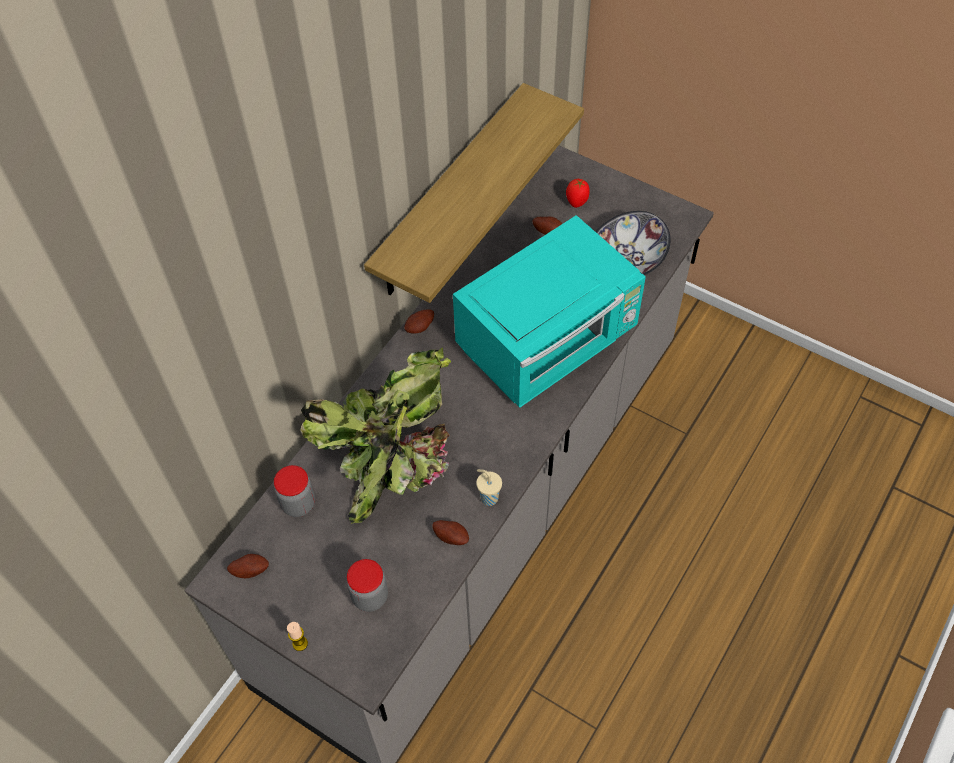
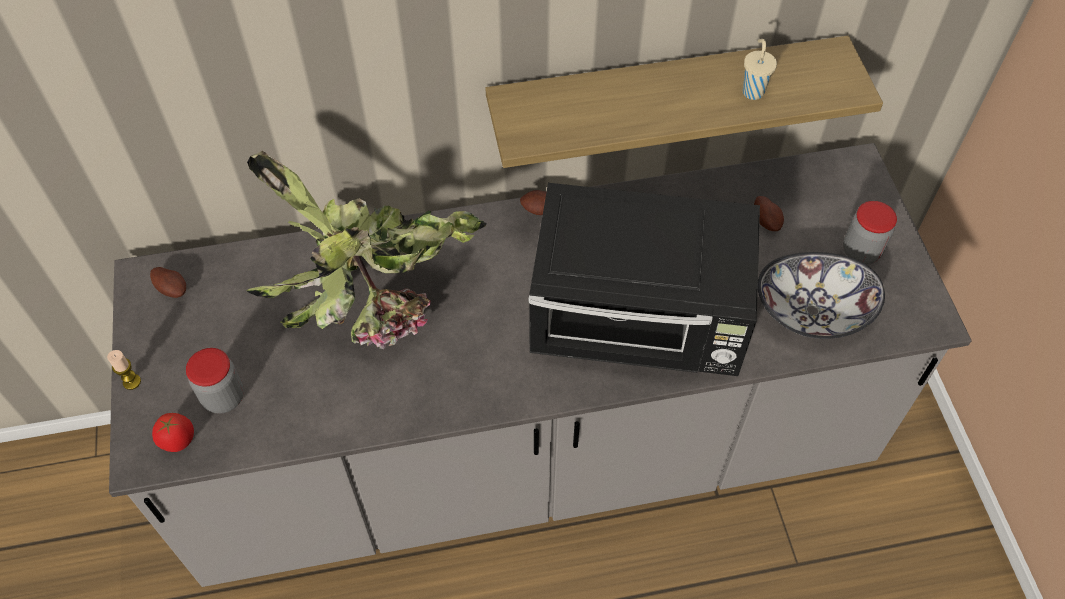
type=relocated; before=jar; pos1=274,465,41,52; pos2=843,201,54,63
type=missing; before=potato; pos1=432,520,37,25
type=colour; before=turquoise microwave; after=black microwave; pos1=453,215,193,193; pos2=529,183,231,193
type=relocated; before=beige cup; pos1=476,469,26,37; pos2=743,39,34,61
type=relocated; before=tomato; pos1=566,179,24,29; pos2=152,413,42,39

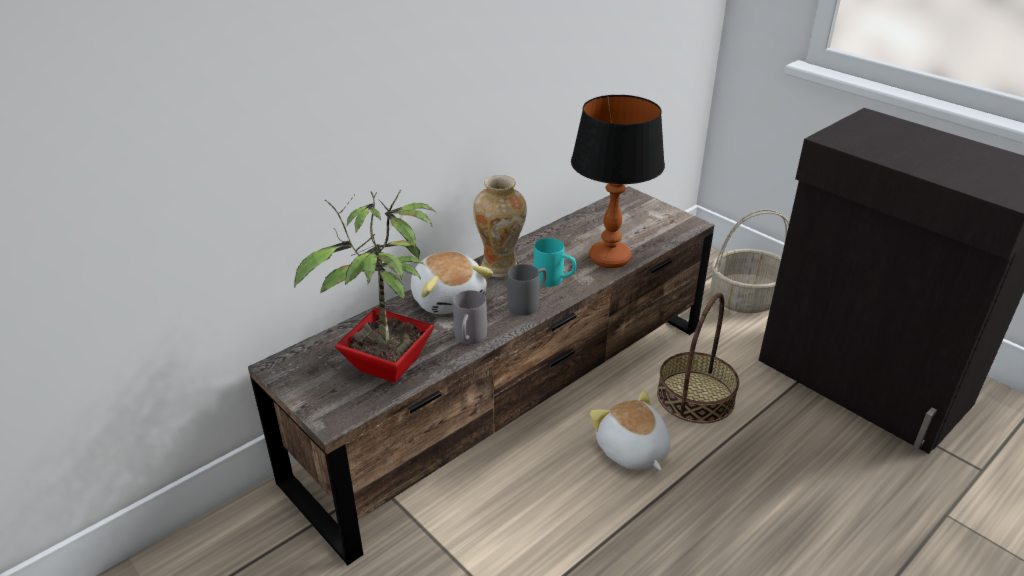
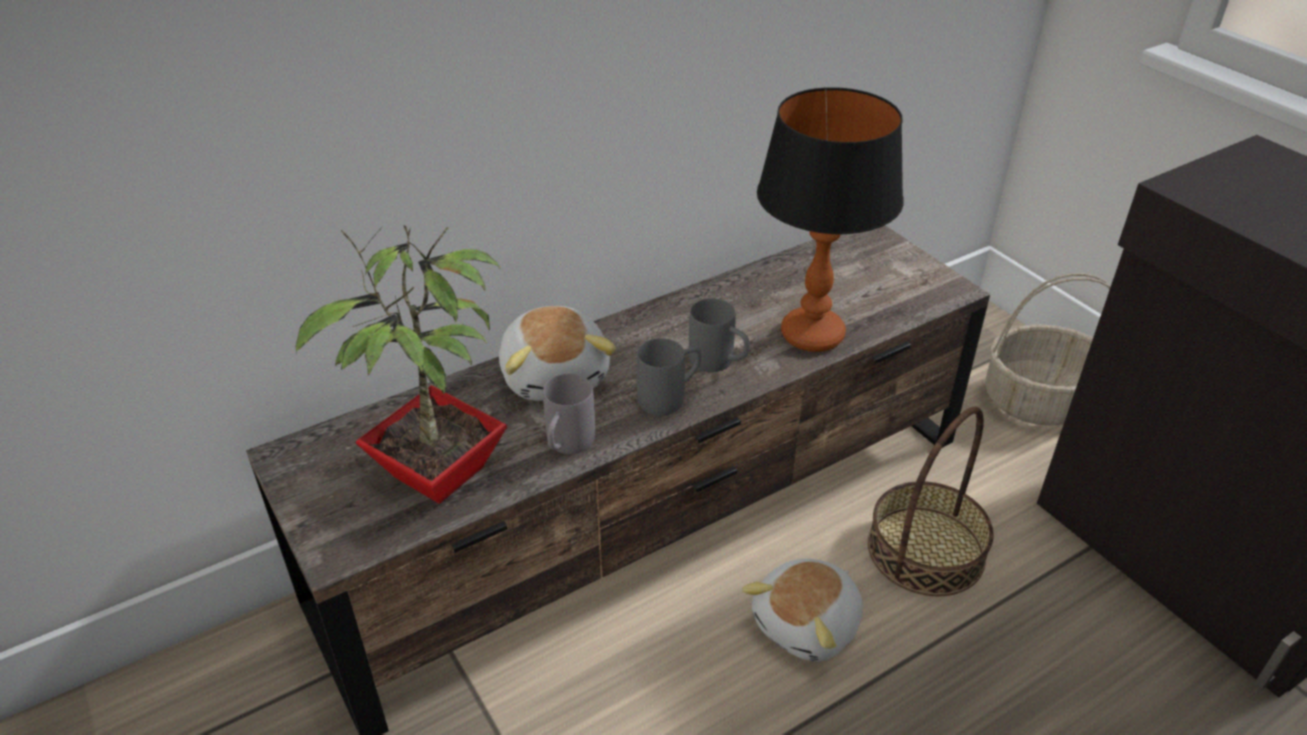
type=missing; before=vase; pos1=473,175,54,102
type=colour; before=turquoise mug; after=grey mug; pos1=534,238,42,49; pos2=689,298,61,74
type=spun; before=plush toy; pos1=590,391,80,79; pos2=742,559,121,103; turn=-120

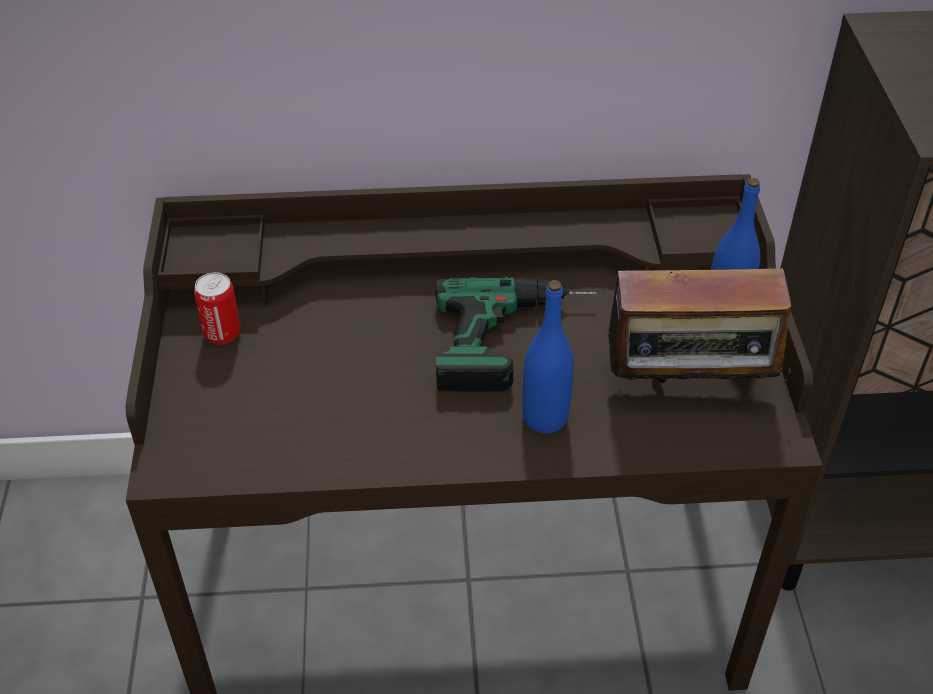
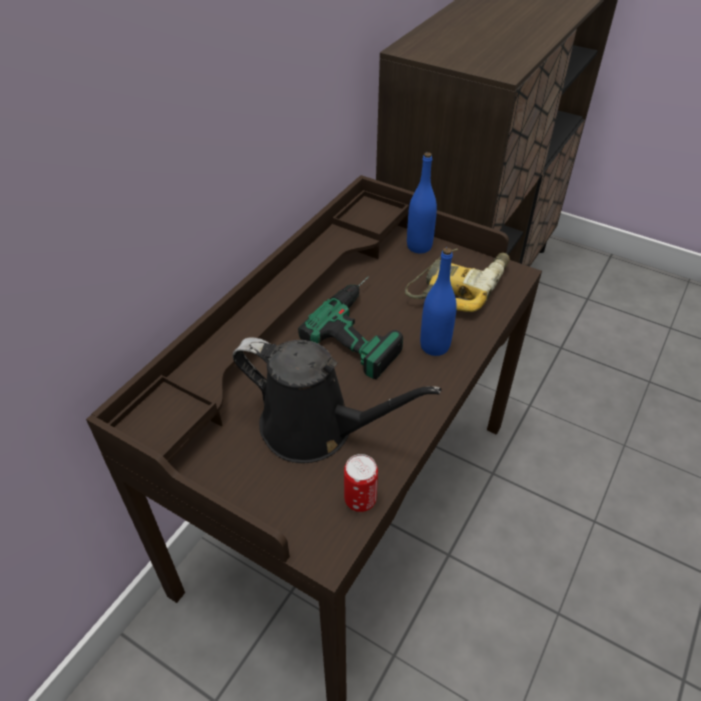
type=relocated; before=can; pos1=194,272,47,72; pos2=344,454,34,58
type=exchanged; before=radio; after=power drill; pos1=598,246,194,163; pos2=405,248,105,64
type=appeared; after=black watering can; pos2=232,337,210,126

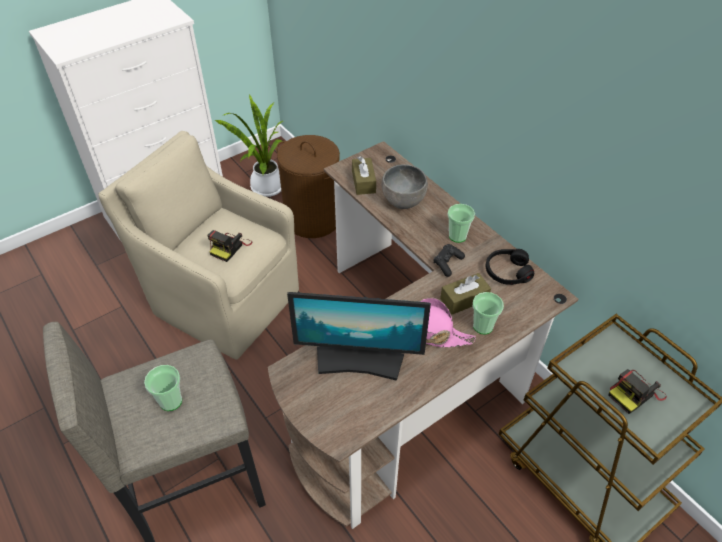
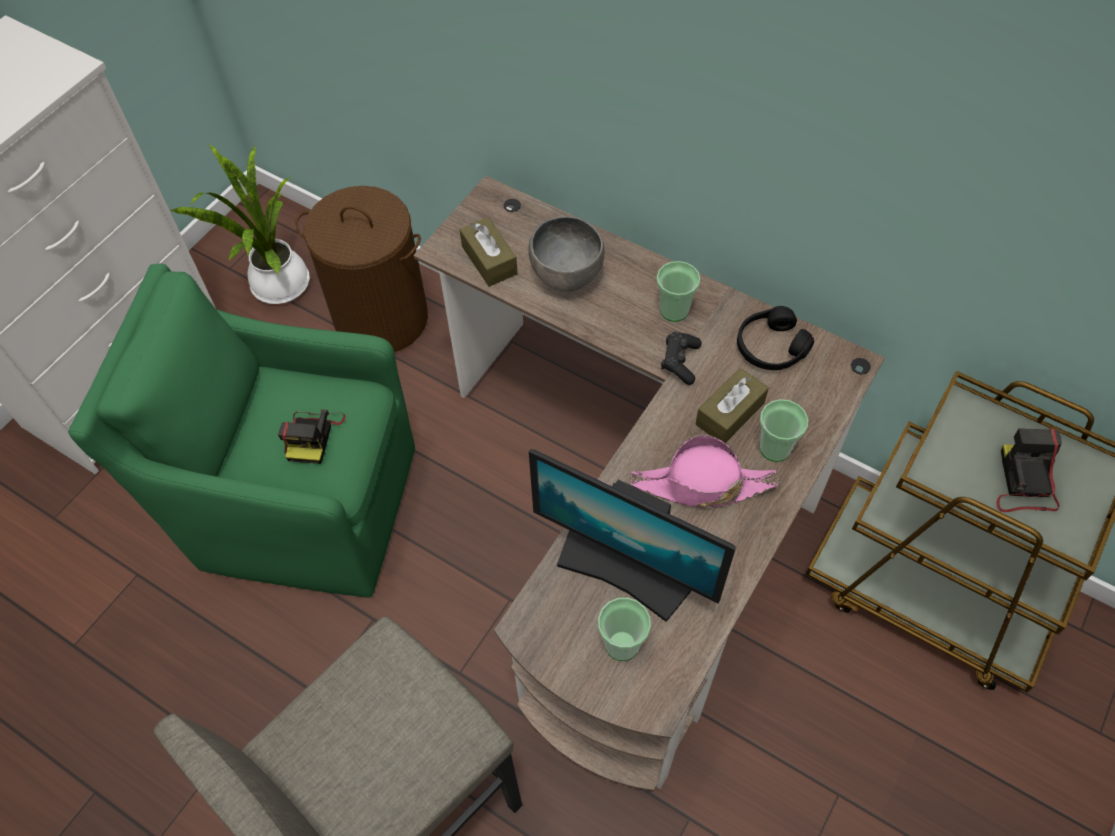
type=colour; before=beige armchair; after=green armchair; pos1=99,131,200,228; pos2=68,263,347,335
type=relocated; before=cup; pos1=144,365,38,46; pos2=598,598,53,63
type=spun; before=monitor; pos1=287,292,144,89; pos2=529,449,207,173; turn=45
type=spun; before=photo camera; pos1=608,369,59,45; pos2=997,428,65,84; turn=150

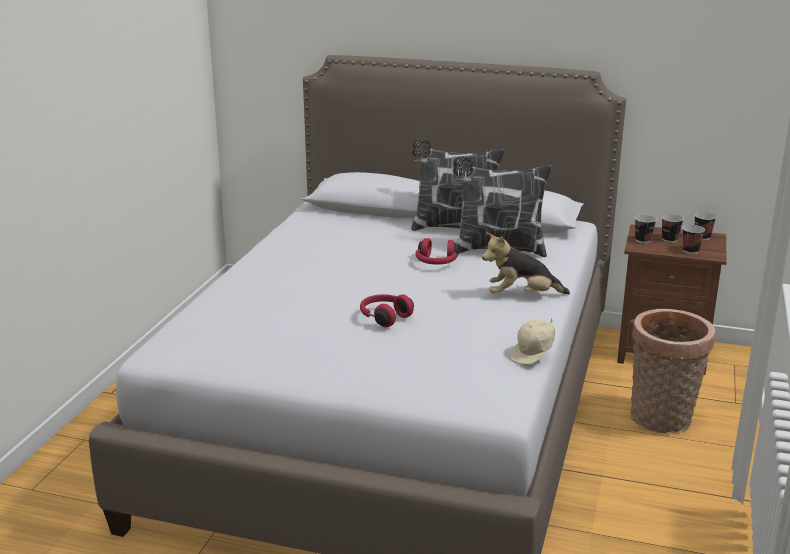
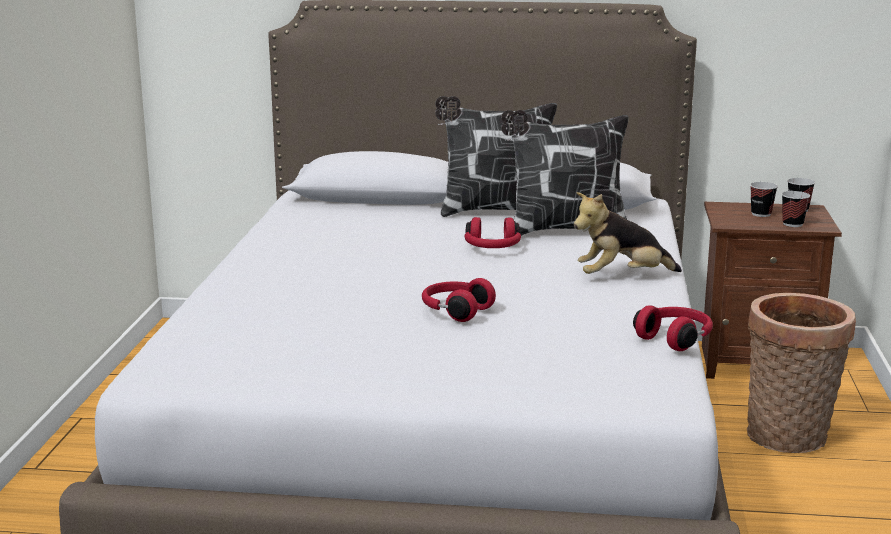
type=exchanged; before=beige cap; after=red headphones; pos1=509,318,46,47; pos2=633,305,80,46
type=missing; before=cup; pos1=635,215,22,28

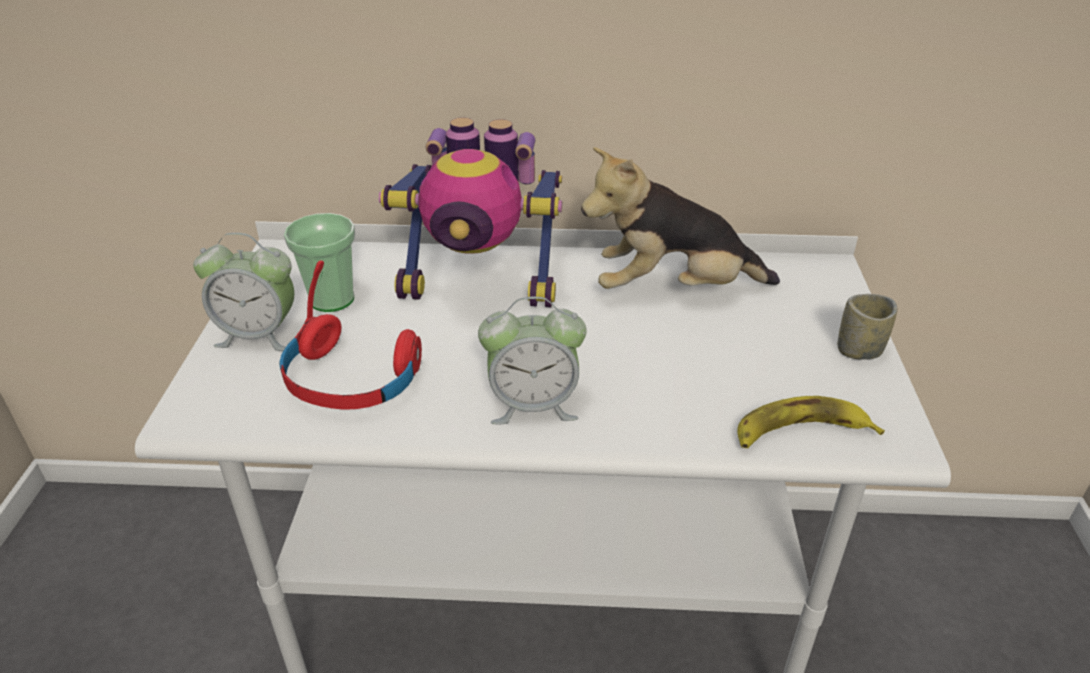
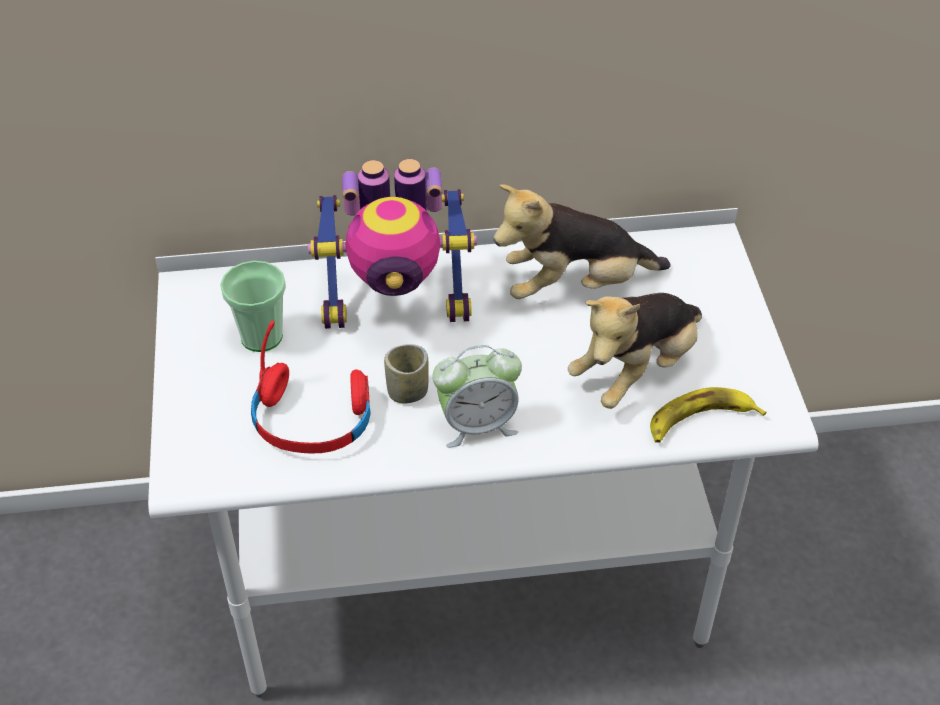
type=missing; before=alarm clock; pos1=193,233,101,118
type=relocated; before=cup; pos1=838,294,59,66; pos2=384,344,45,59
type=appeared; after=plush toy; pos2=568,293,134,116

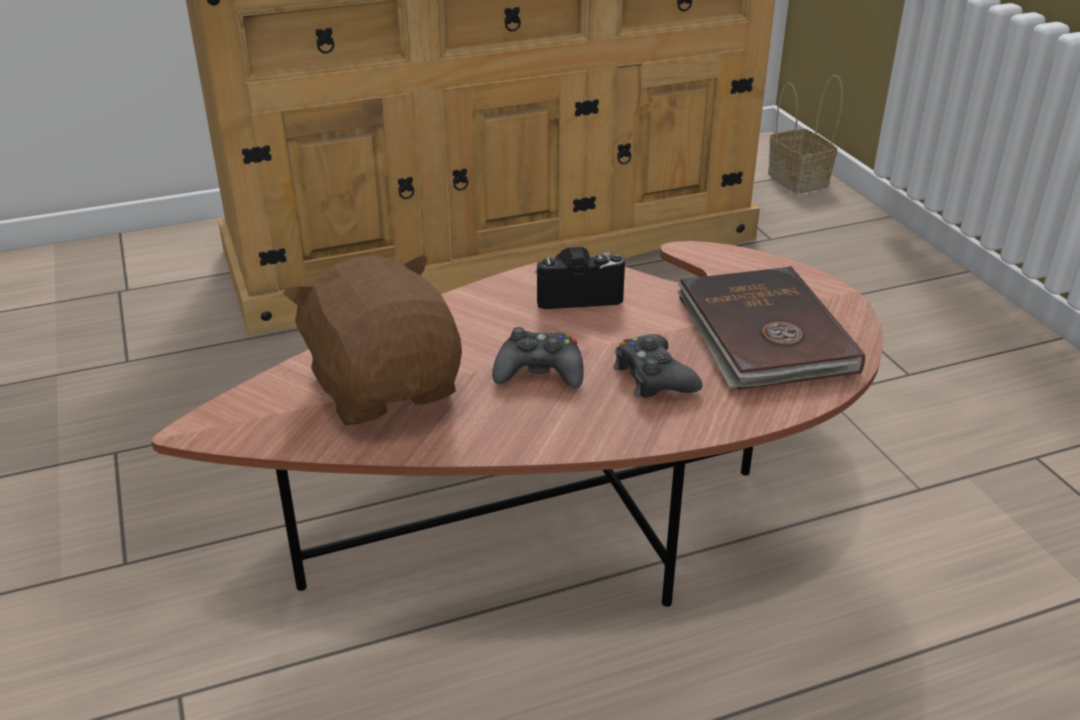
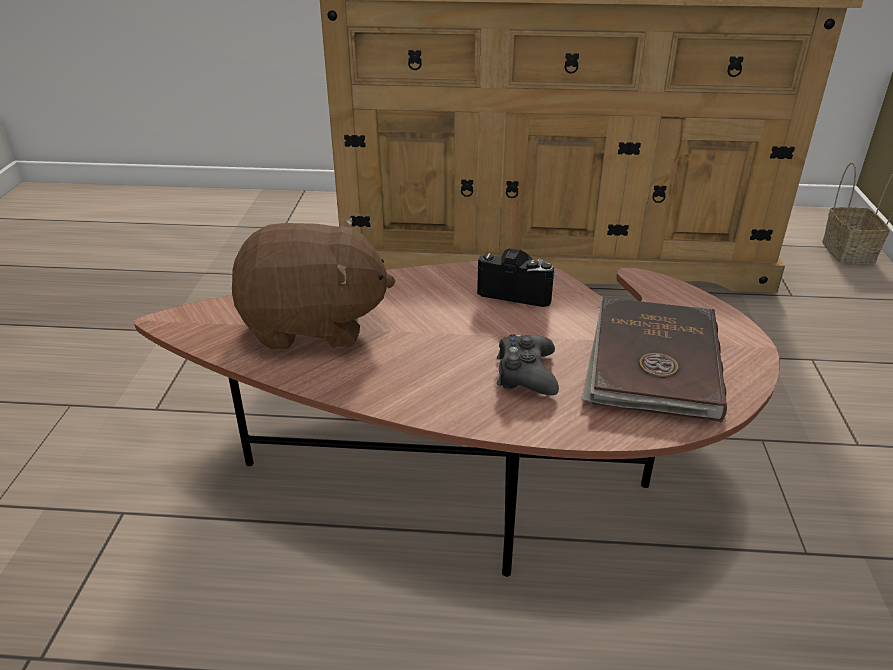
type=spun; before=brown plush toy; pos1=283,255,179,170; pos2=232,217,163,133; turn=90
type=missing; before=black game controller; pos1=492,327,91,61

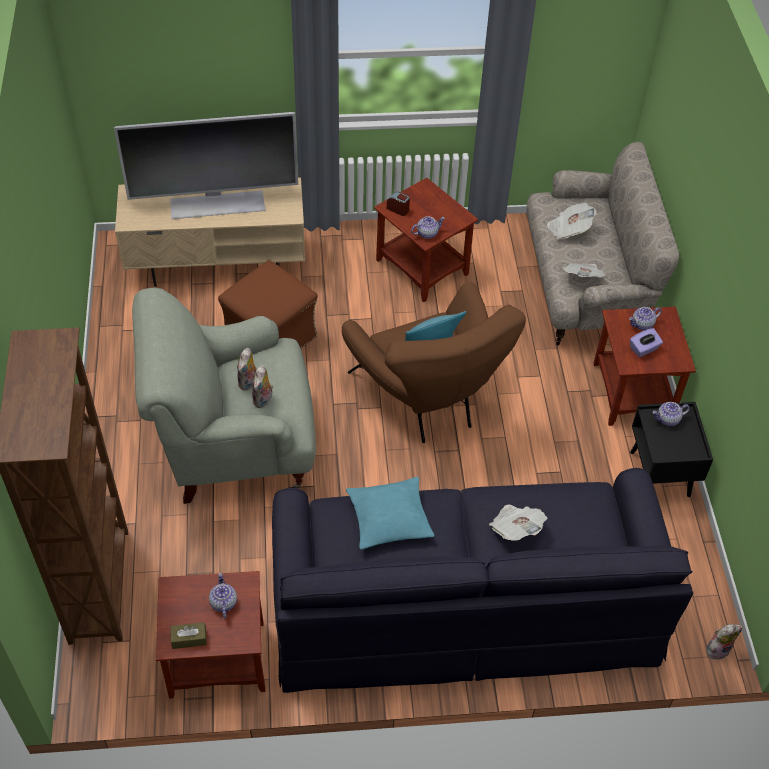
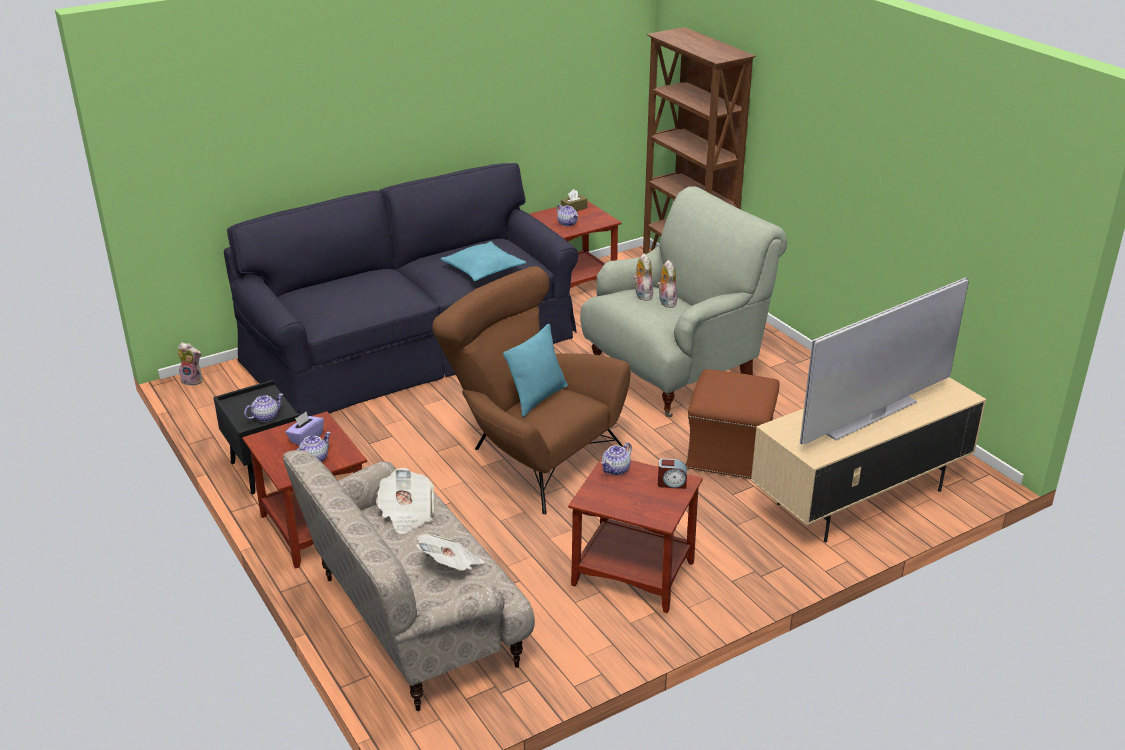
type=missing; before=newspaper; pos1=489,504,59,37
type=spun; before=plush toy; pos1=706,624,37,36; pos2=178,342,24,44; turn=-120

